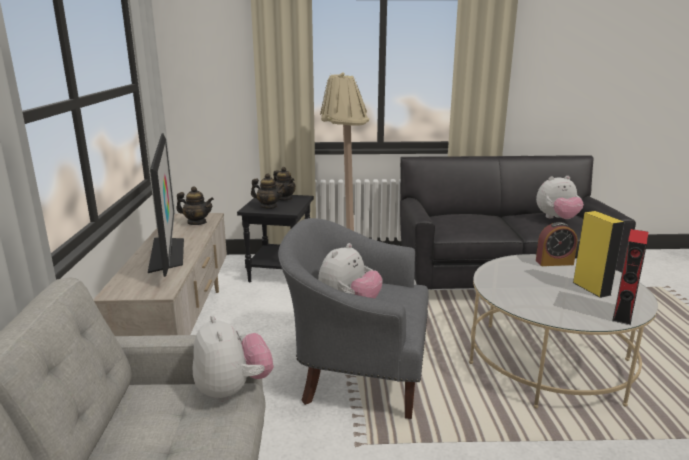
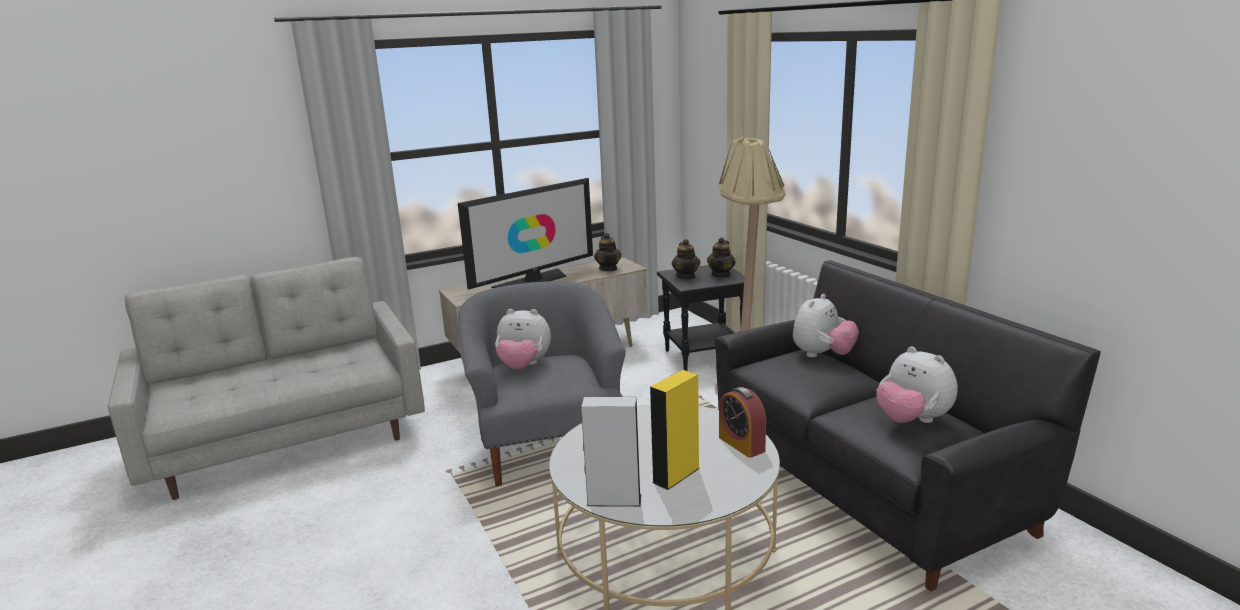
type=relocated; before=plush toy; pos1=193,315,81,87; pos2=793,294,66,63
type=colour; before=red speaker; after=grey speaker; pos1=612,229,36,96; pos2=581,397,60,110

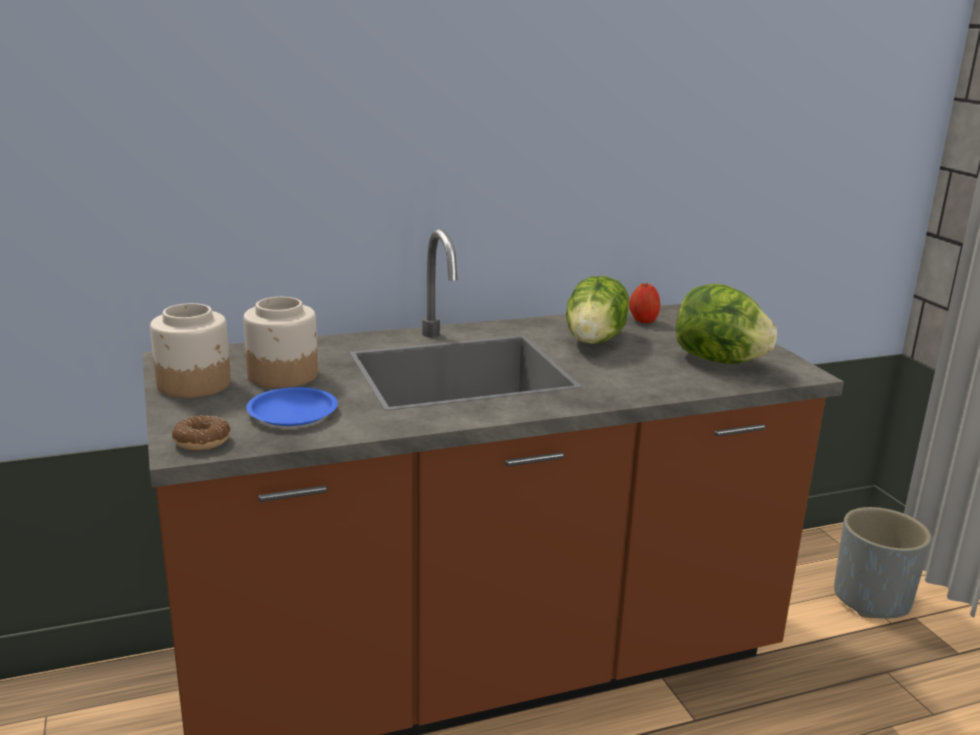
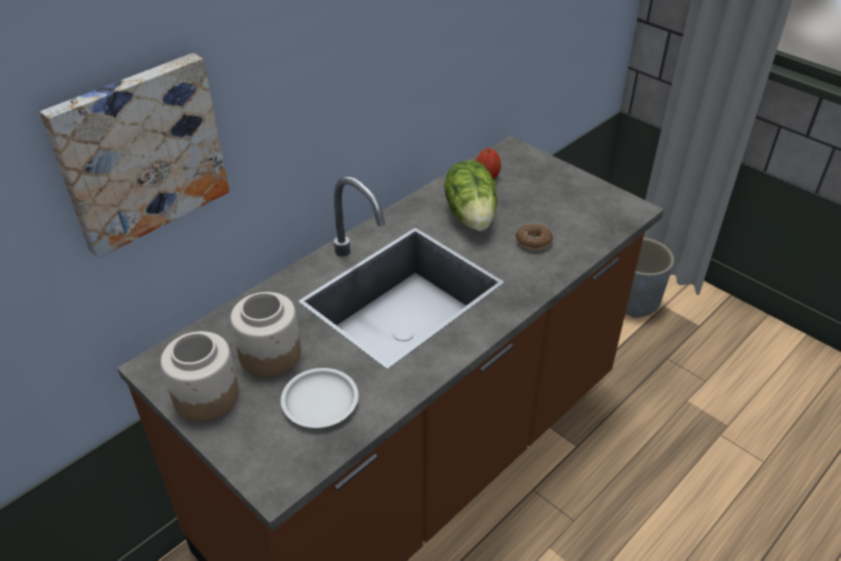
type=relocated; before=donut; pos1=172,416,58,34; pos2=516,223,37,28
type=colour; before=blue plate; after=white plate; pos1=246,387,92,39; pos2=281,368,77,60
type=missing; before=lettuce; pos1=676,284,101,80
type=appeared; after=picture; pos2=40,53,189,205

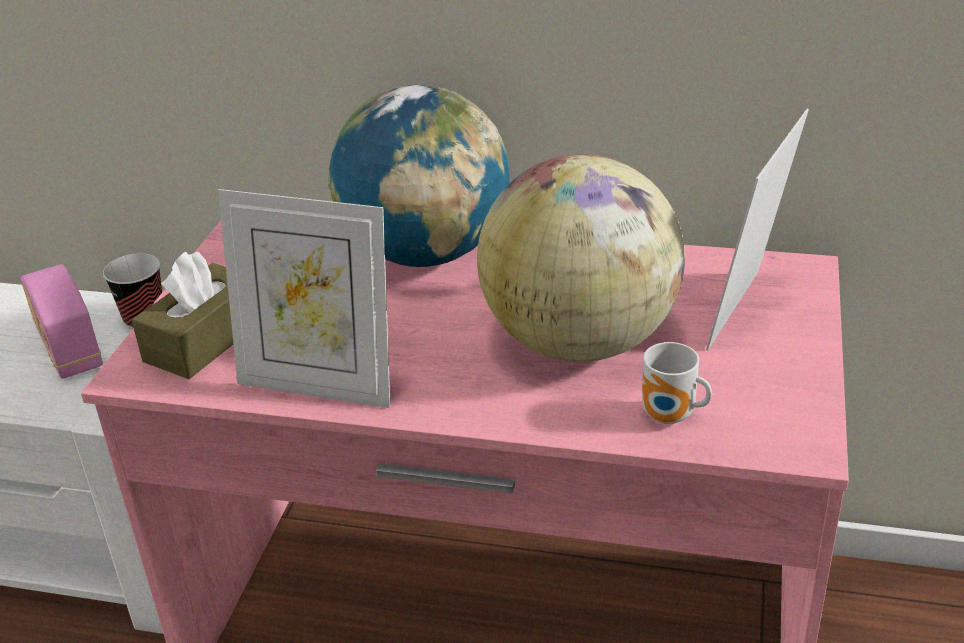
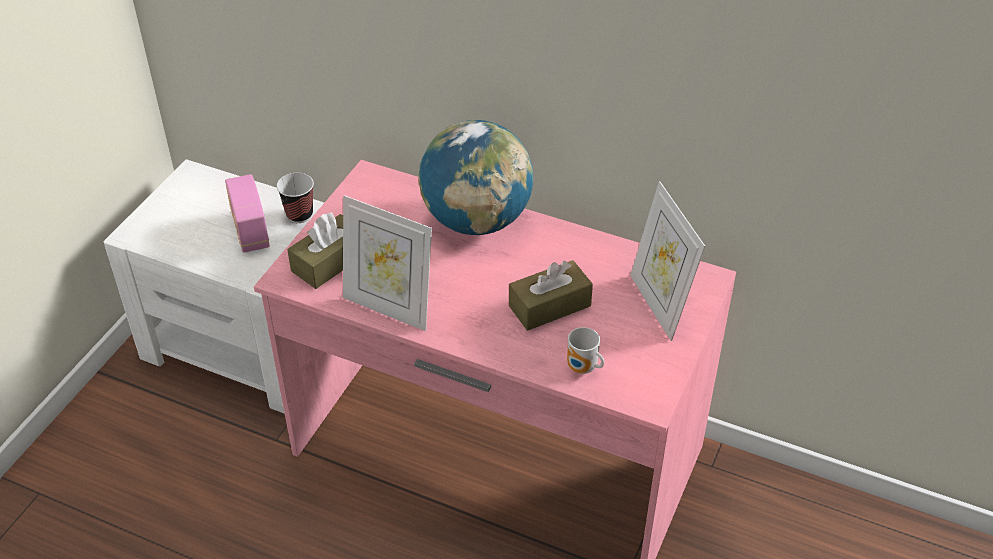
type=exchanged; before=globe; after=brown tissue box; pos1=477,154,208,208; pos2=509,260,84,71
type=spun; before=picture frame; pos1=706,109,103,242; pos2=630,181,75,160; turn=-60

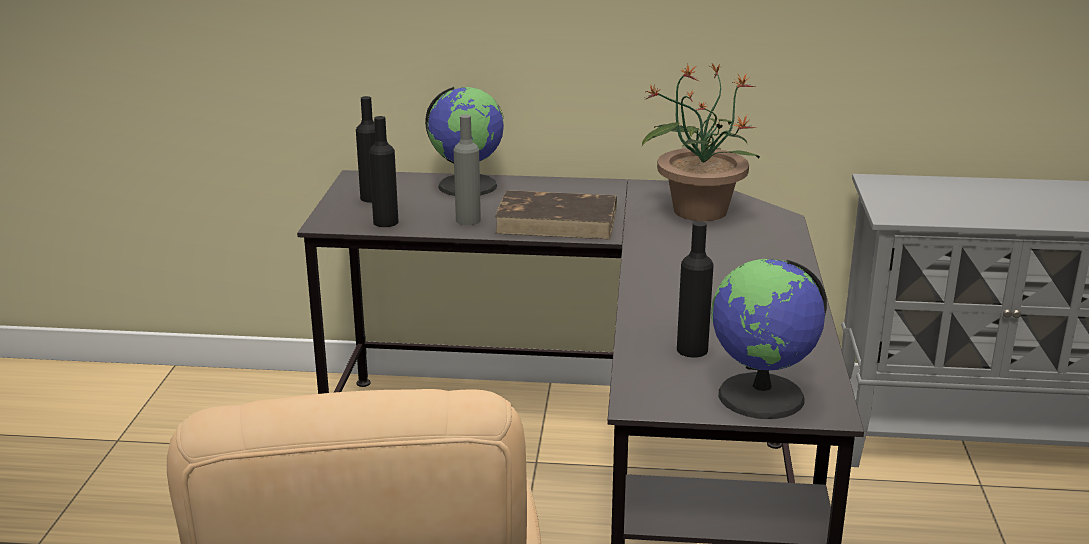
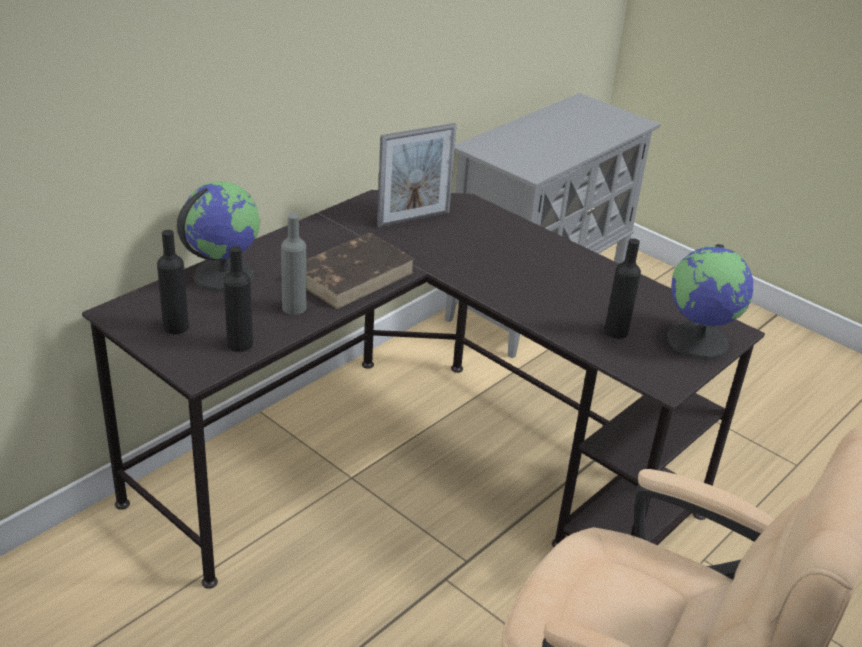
type=exchanged; before=potted plant; after=picture frame; pos1=642,63,118,158; pos2=377,123,80,104

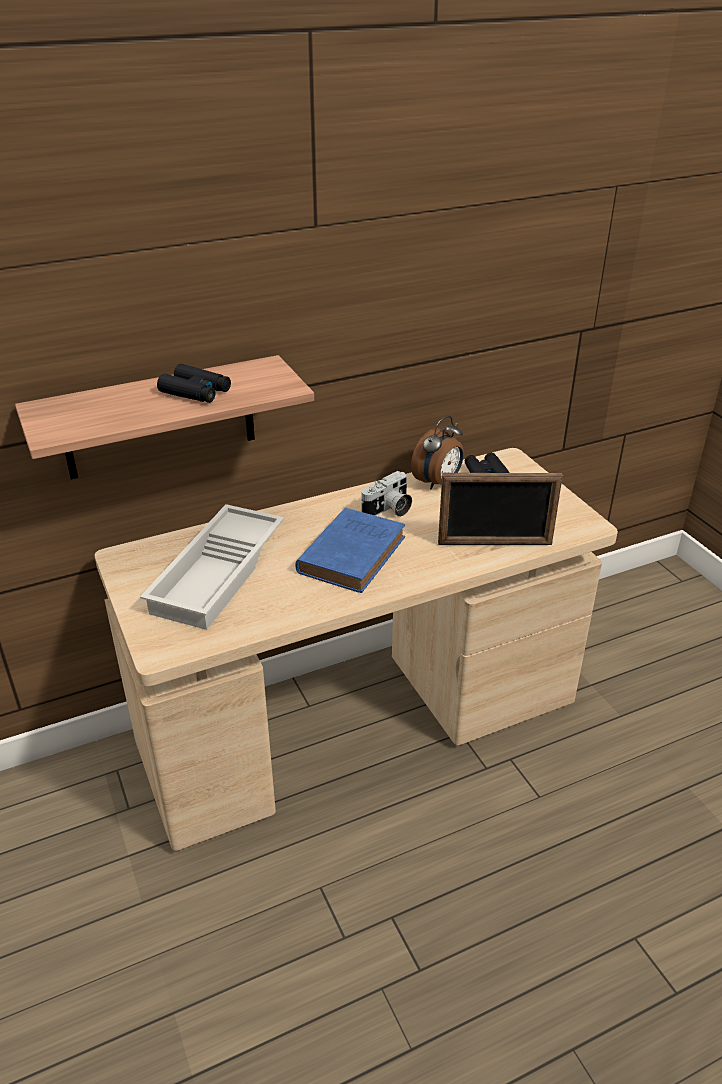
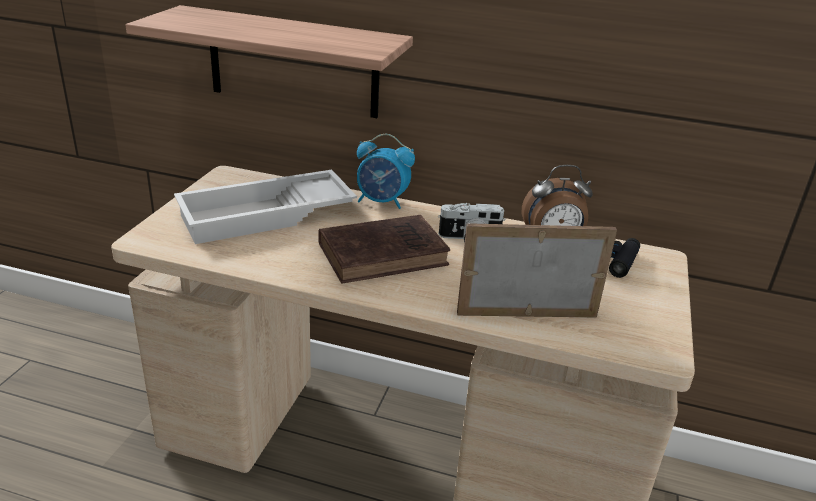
type=missing; before=black binoculars; pos1=157,364,74,39
type=colour; before=blue book; after=brown book; pos1=296,508,109,85; pos2=318,215,132,69
type=spun; before=picture frame; pos1=438,473,125,72; pos2=457,223,160,95; turn=135
type=appeared; after=alarm clock; pos2=357,134,58,75

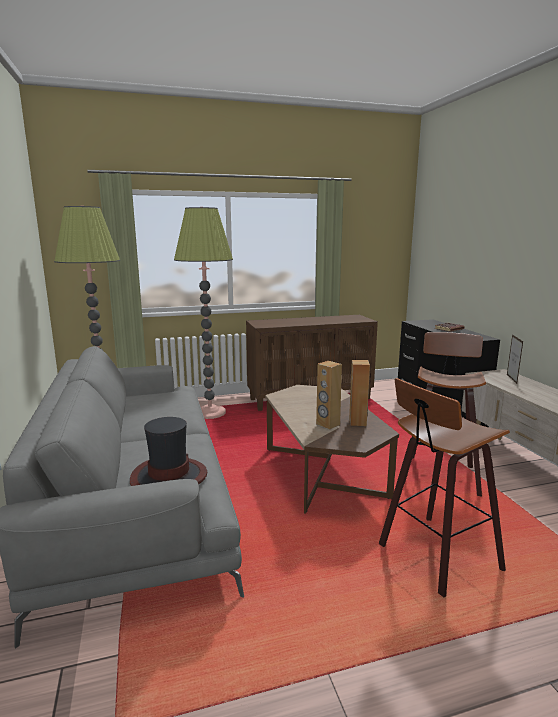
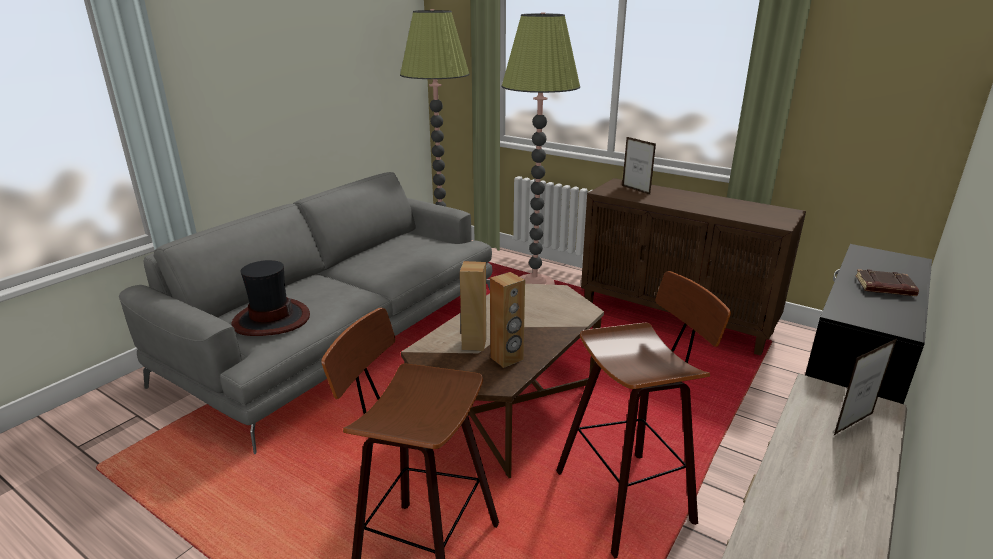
type=appeared; after=picture frame; pos2=622,137,34,58

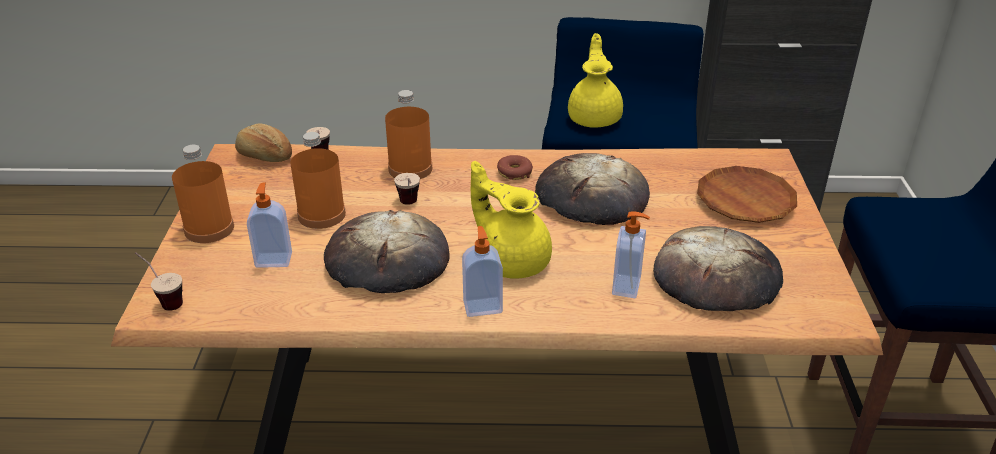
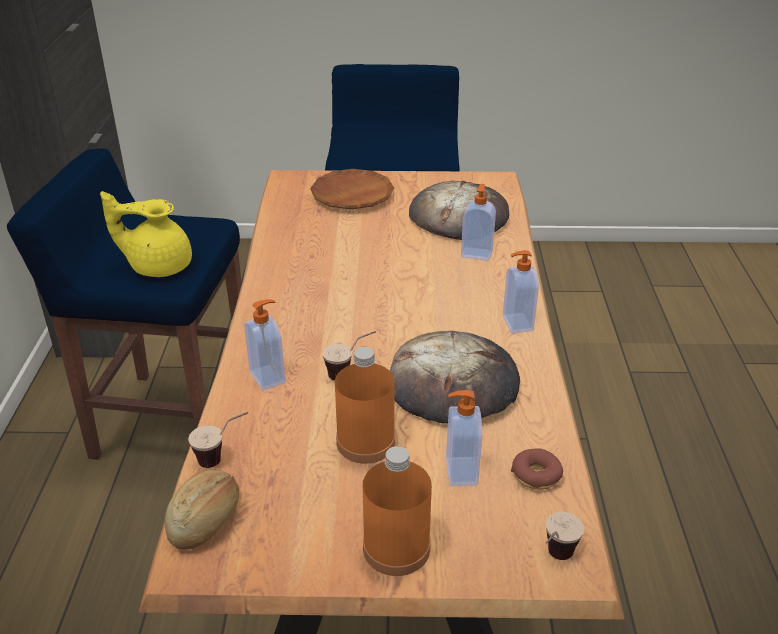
type=exchanged; before=orange bottle; after=soap dispenser; pos1=385,90,47,89; pos2=244,299,41,92
type=missing; before=yellow teapot; pos1=471,161,81,118
type=relocated; before=donut; pos1=497,155,36,25; pos2=511,448,52,42
type=missing; before=bread; pos1=535,153,115,72

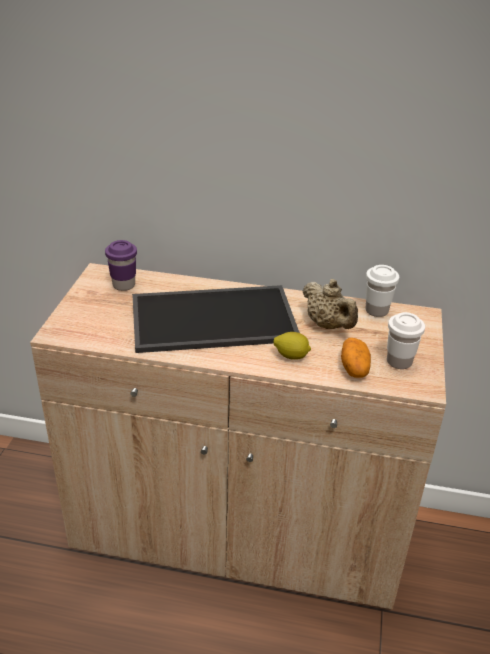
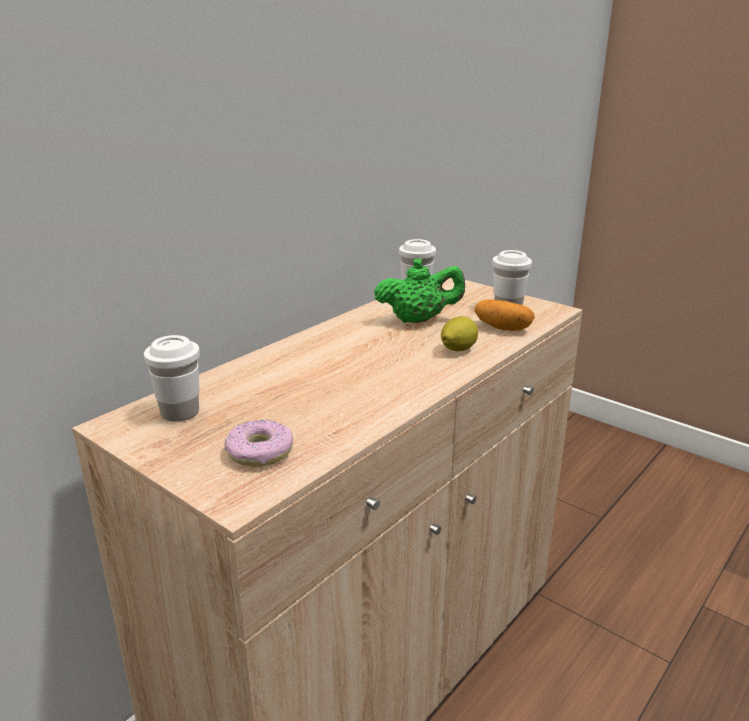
type=colour; before=purple cup; after=white cup; pos1=105,240,32,51; pos2=144,335,56,87
type=missing; before=tray; pos1=132,285,168,68
type=colour; before=beige teapot; after=green teapot; pos1=303,279,55,50; pos2=374,259,91,64
type=appeared; after=donut; pos2=224,419,69,48

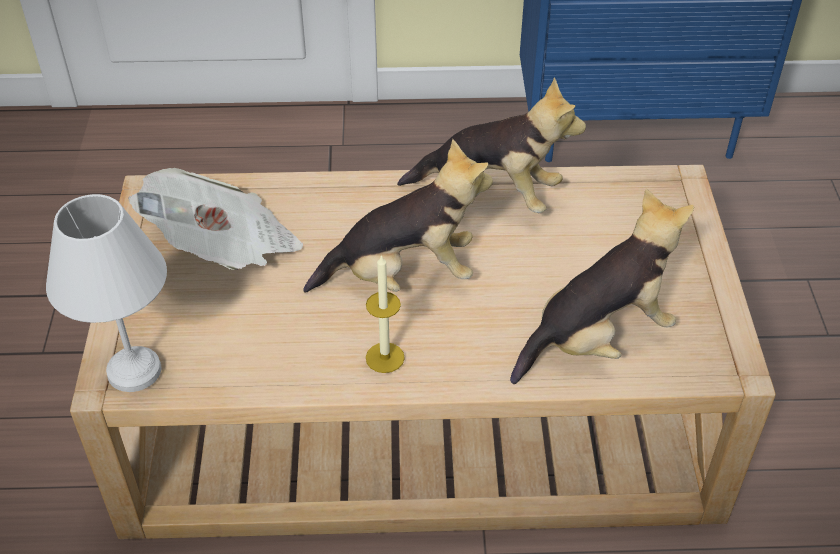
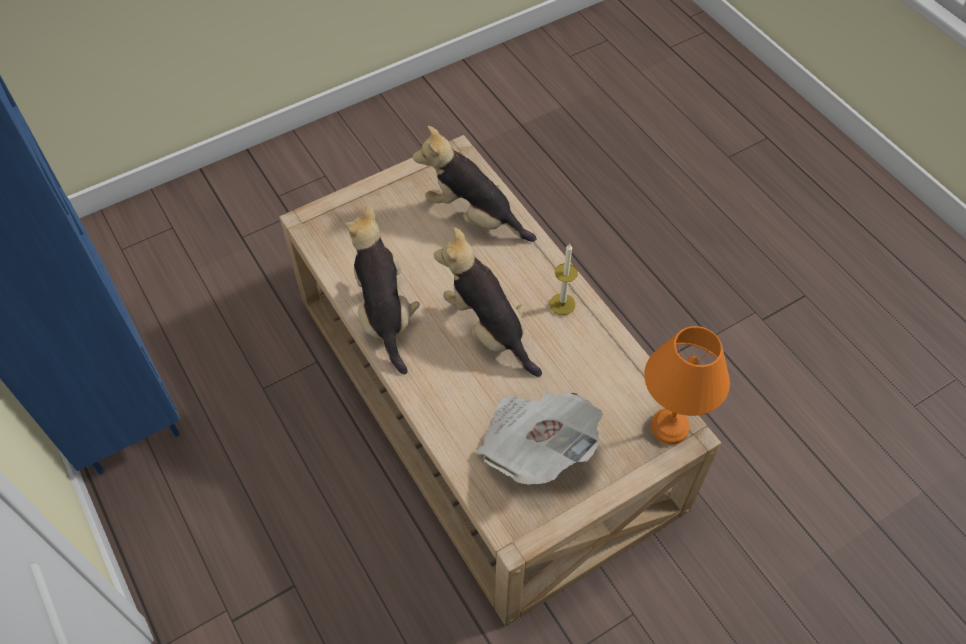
type=colour; before=white table lamp; after=orange table lamp; pos1=46,194,121,198; pos2=644,326,86,118

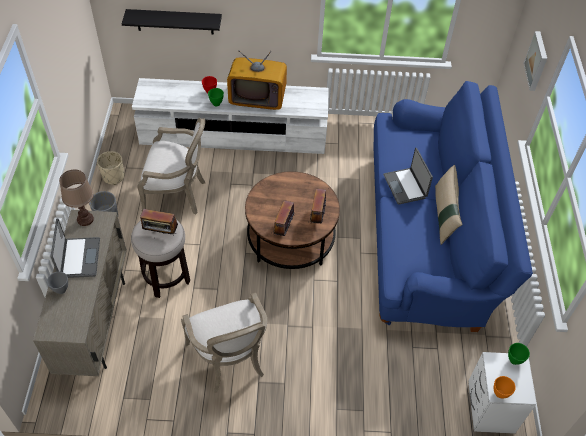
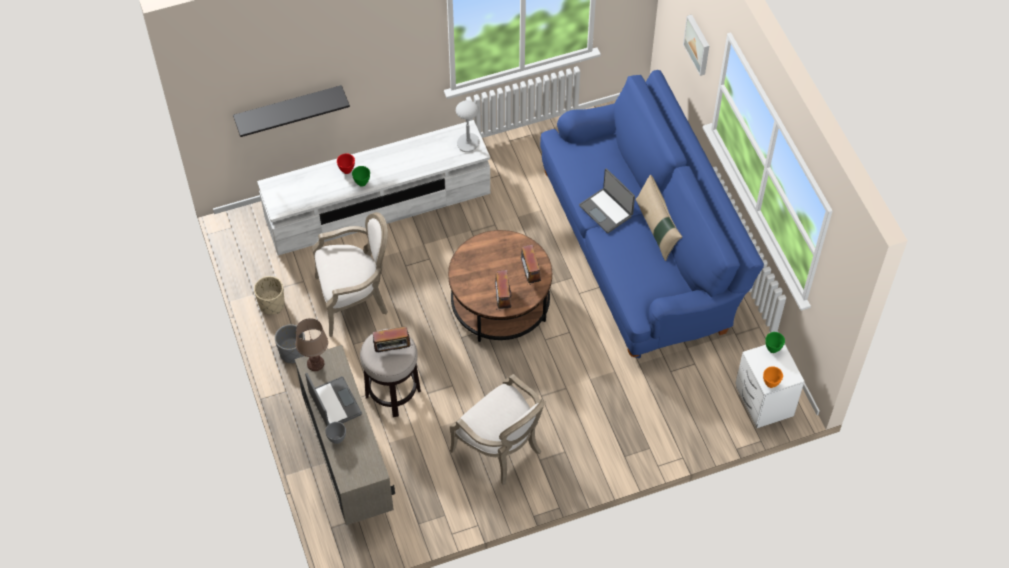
type=missing; before=television; pos1=227,50,60,60
type=appeared; after=grey table lamp; pos2=456,100,23,52

